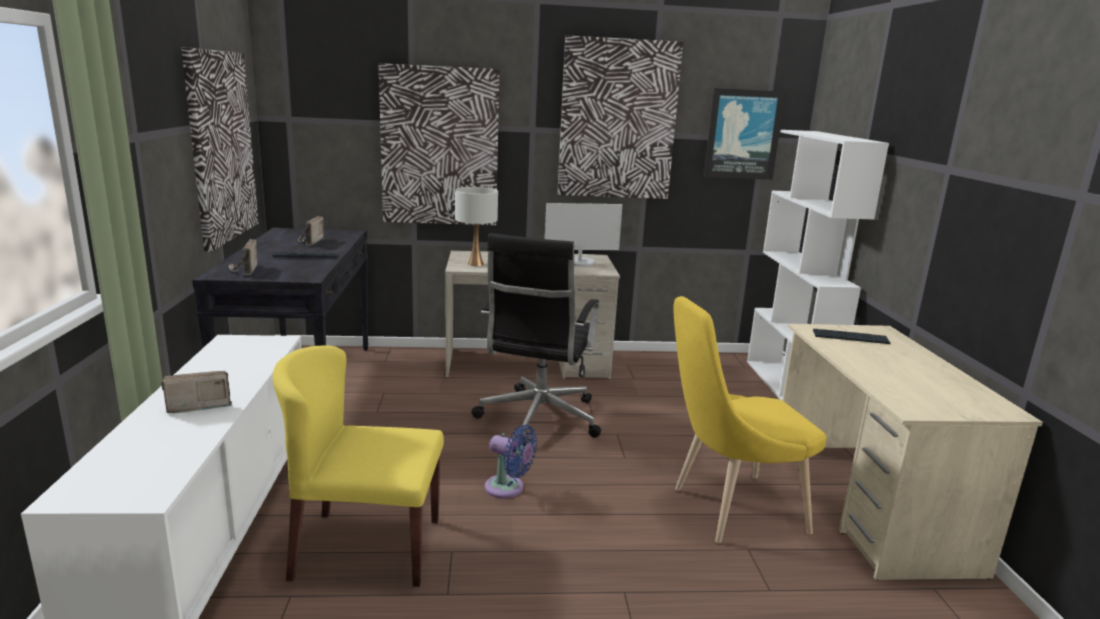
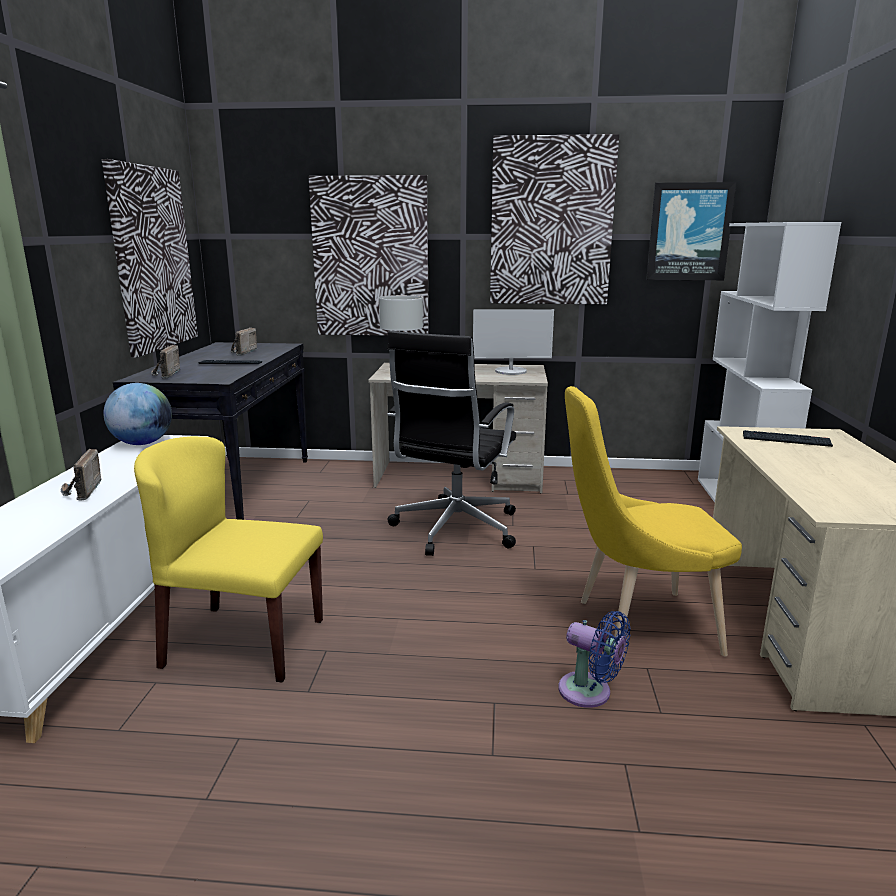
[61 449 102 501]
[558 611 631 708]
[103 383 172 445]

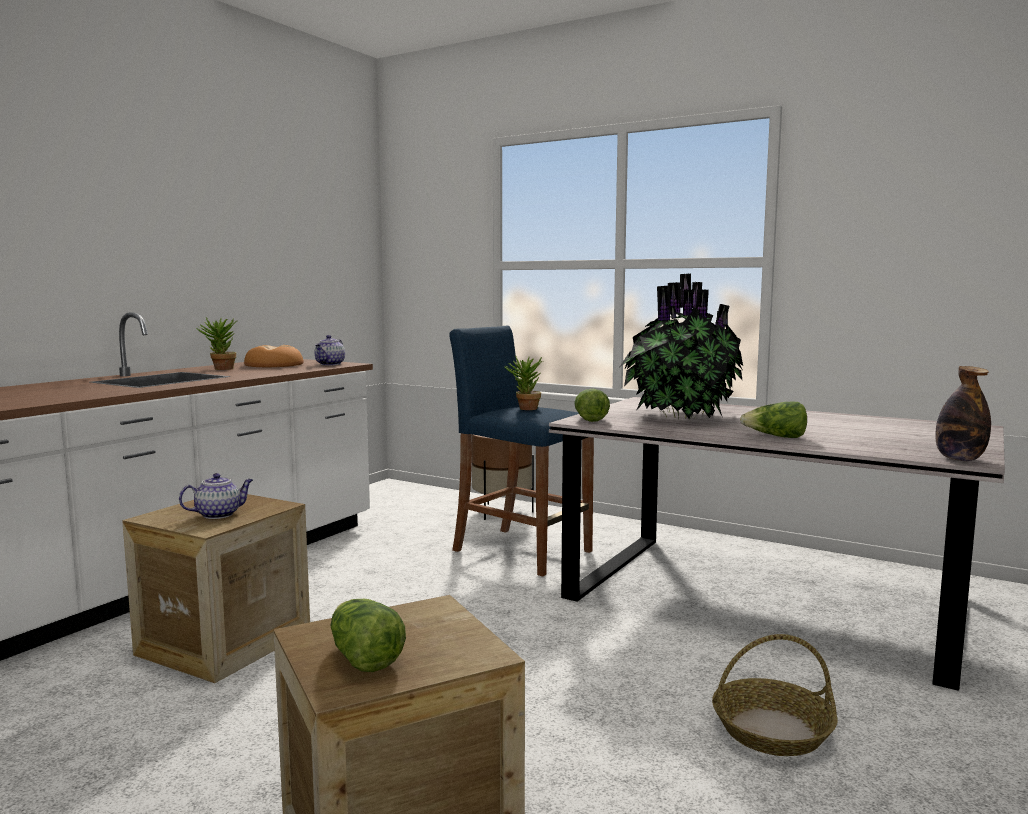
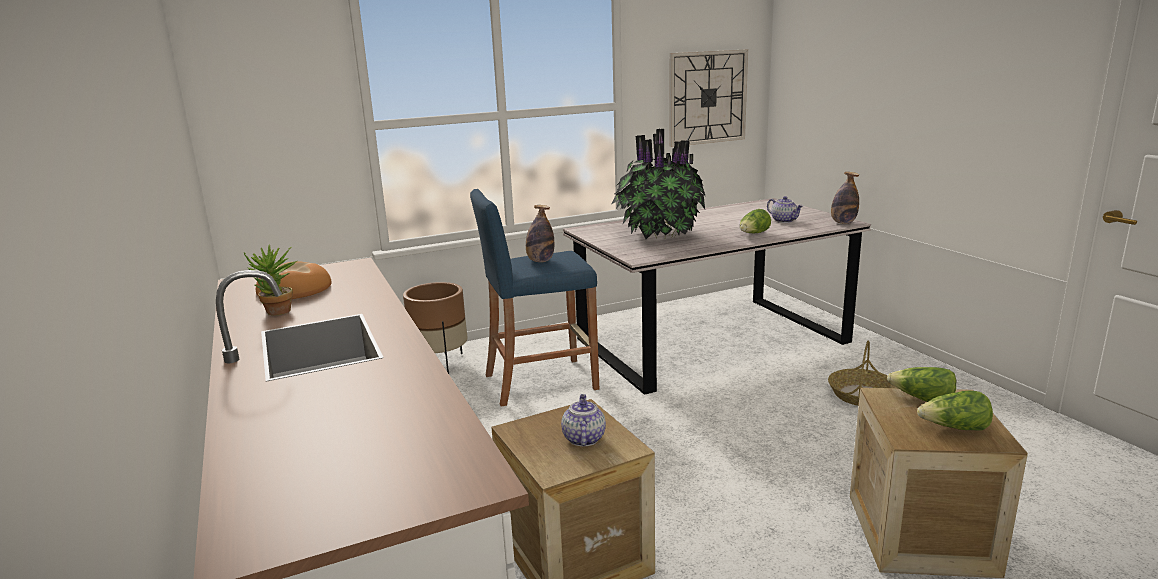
[767 196 803 223]
[526 205 554 262]
[887 367 956 402]
[669 49 748 147]

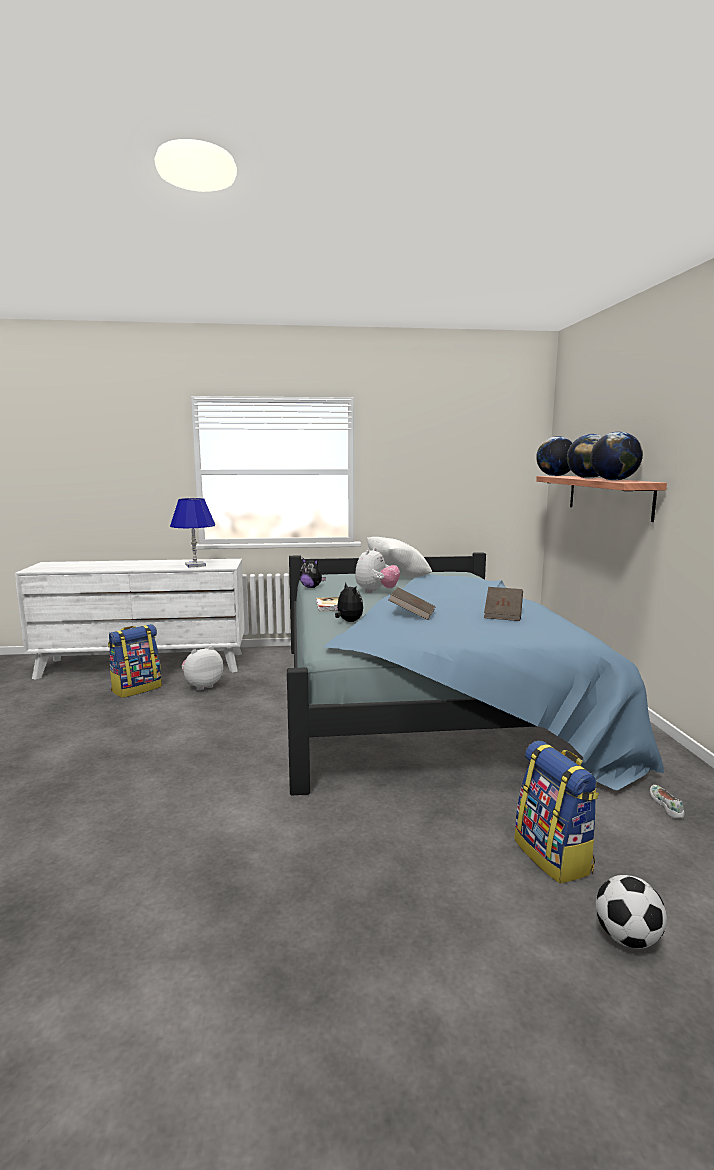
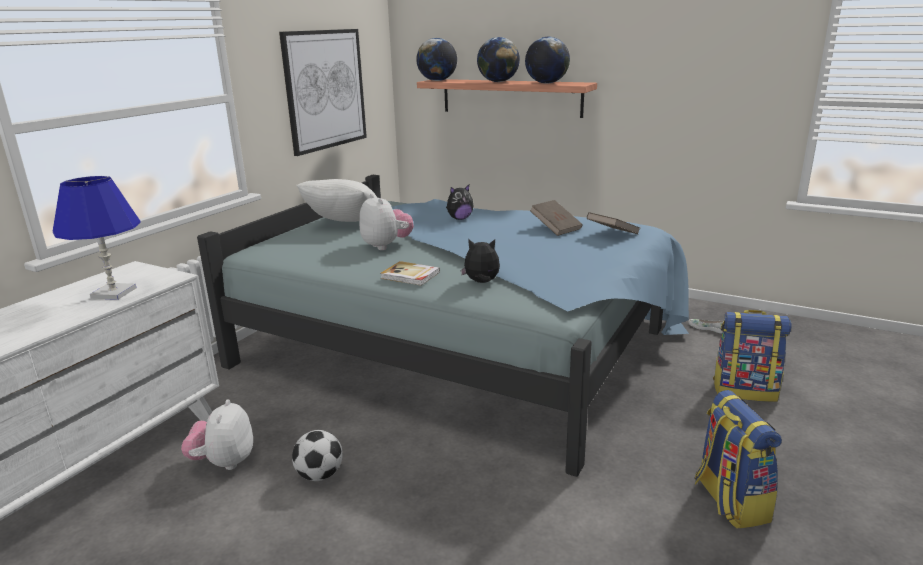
[695 390 782 529]
[446 185 474 220]
[587 212 640 235]
[292 430 342 481]
[279 29 367 156]

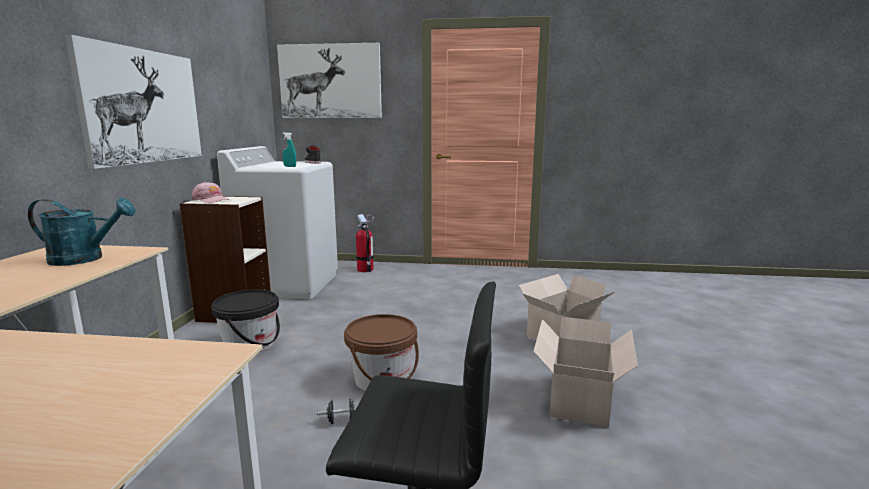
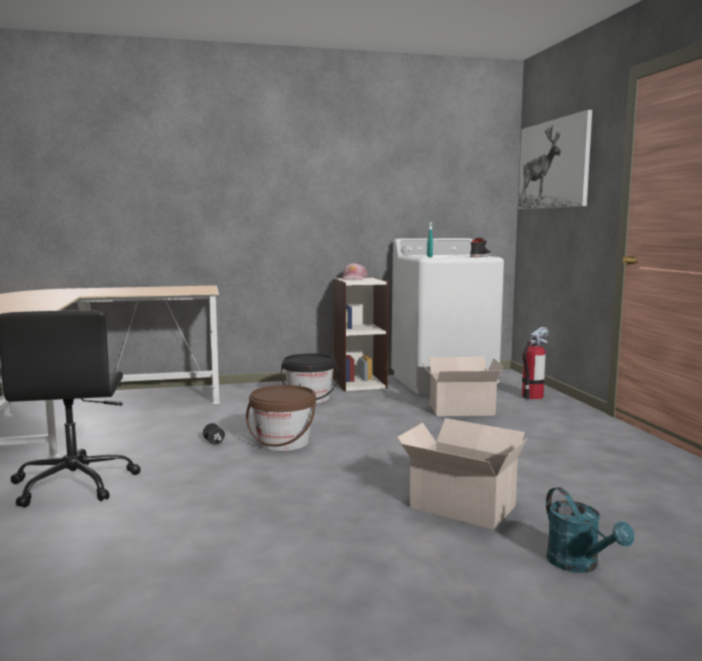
[546 487 634 573]
[65 35 202 169] (first image)
[421 357 504 416]

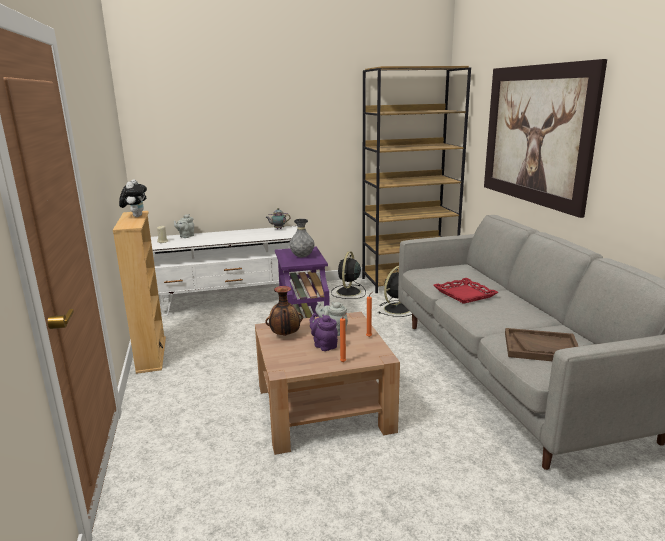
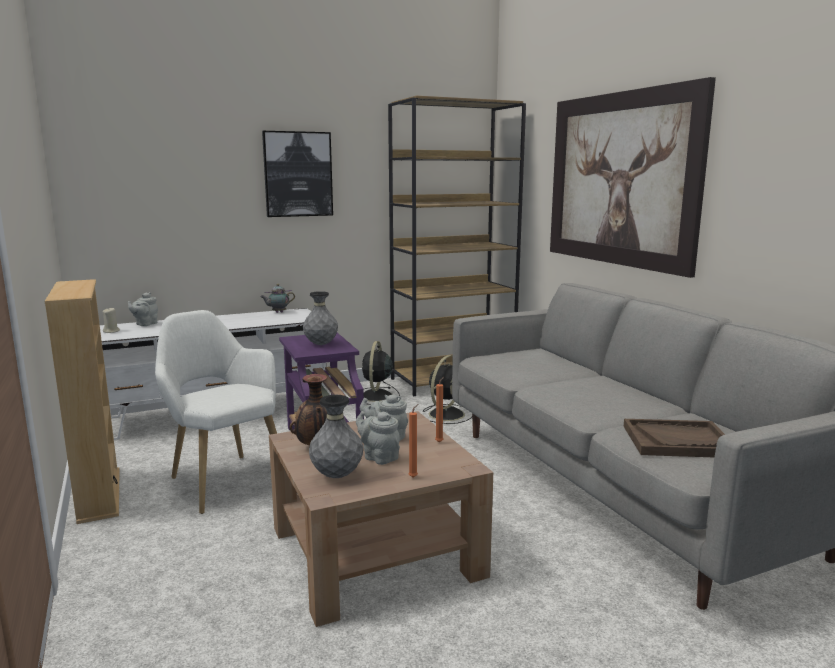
[119 180 147 217] (first image)
[356 411 400 465]
[433 278 499 304] (first image)
[155 310 277 514]
[262 131 333 217]
[309 395 363 478]

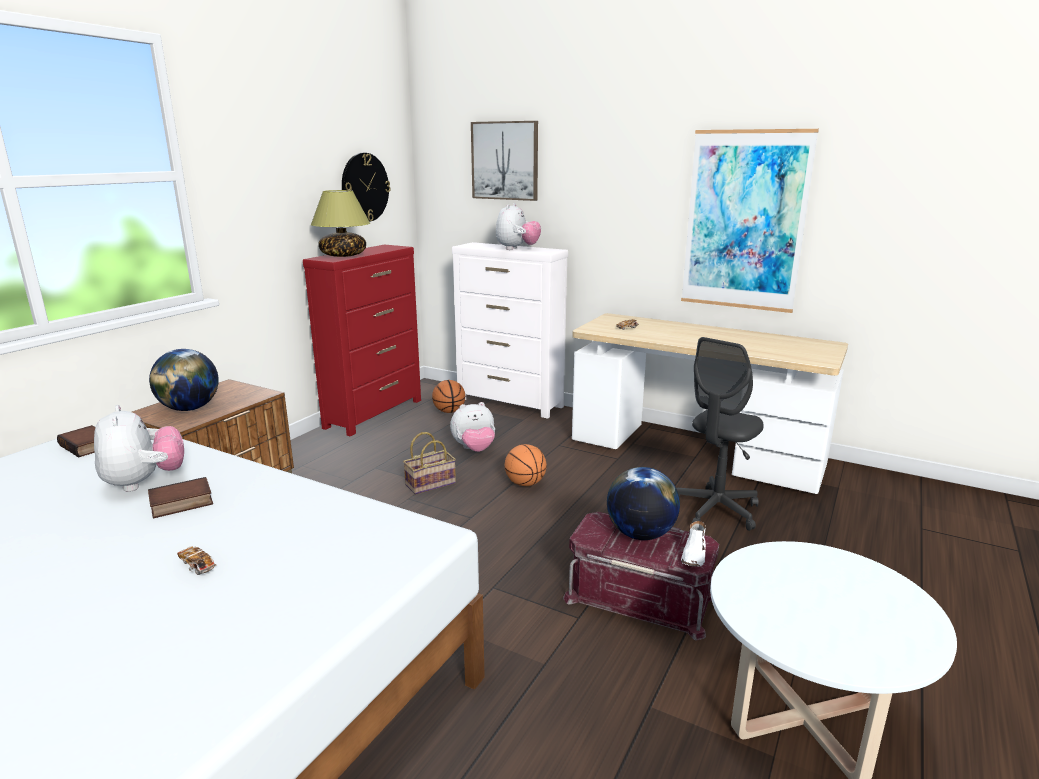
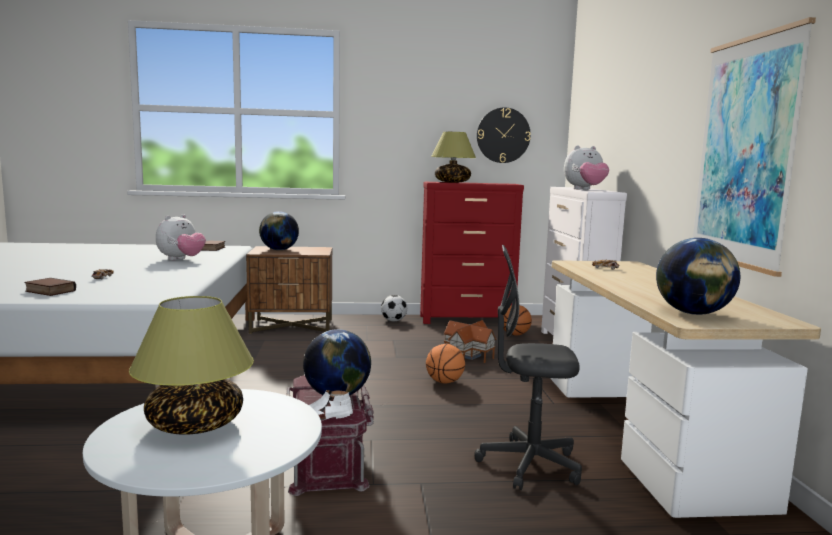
[24 278 76 296]
[403 432 456 495] (first image)
[443 320 497 363]
[471 121 538 201] (first image)
[129 296 254 435]
[381 295 407 321]
[656 238 740 315]

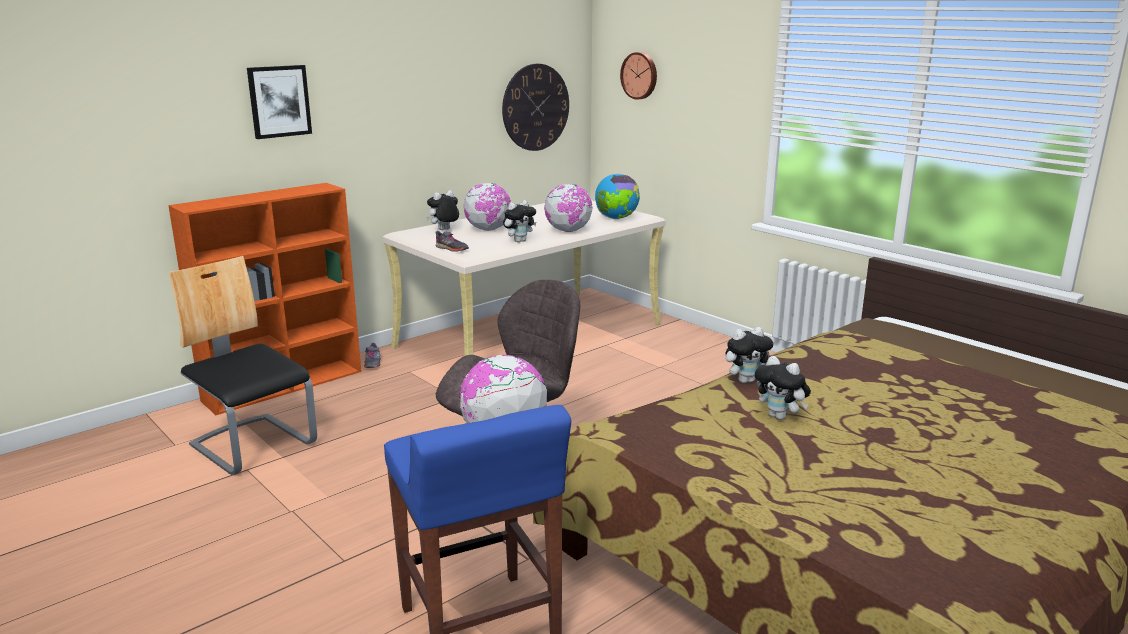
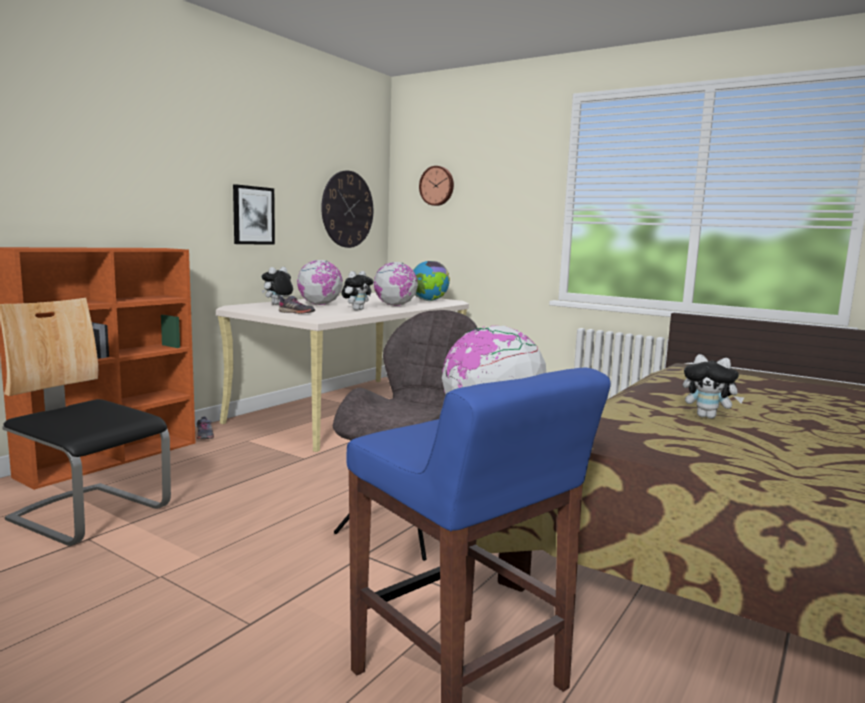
[233 184 275 245]
[726 327 773 383] (first image)

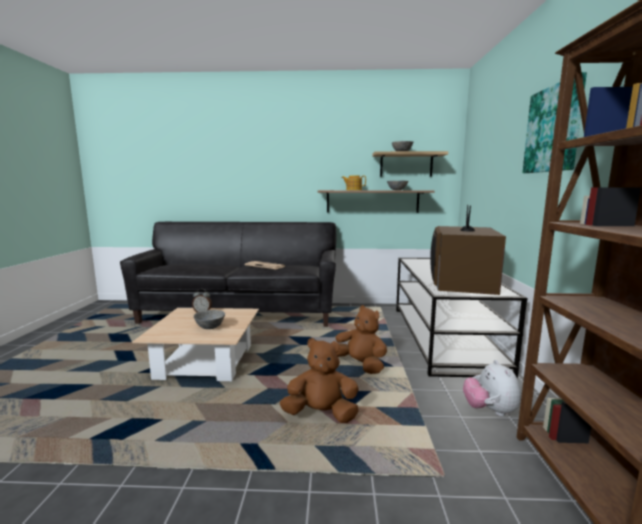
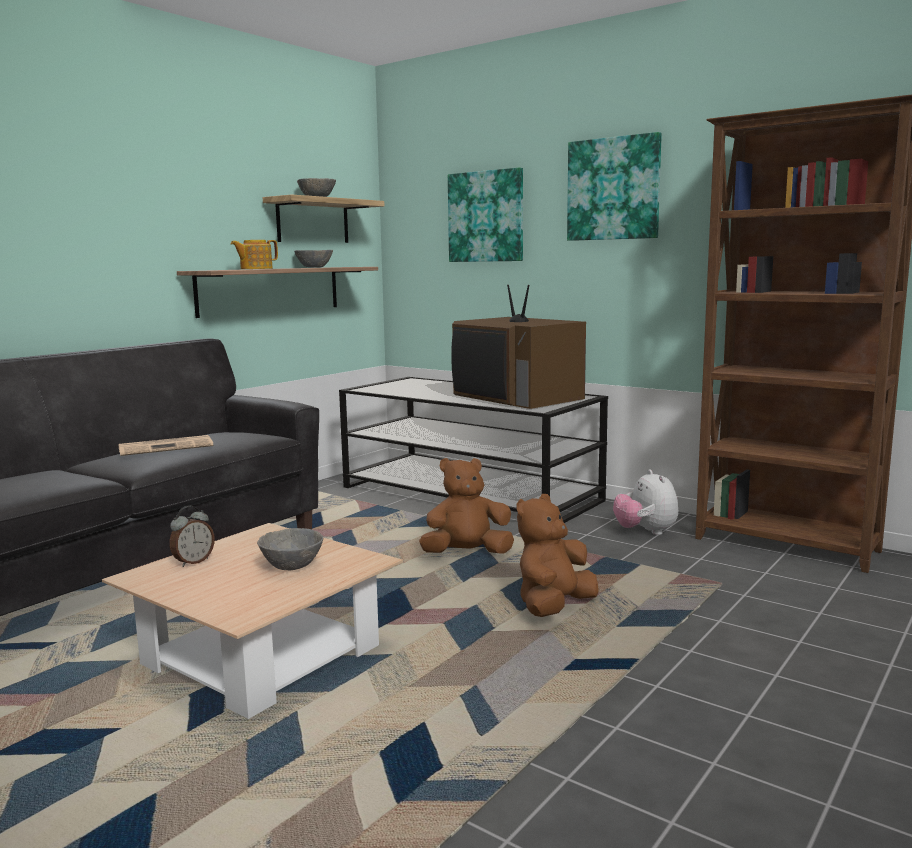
[613 469 678 535]
[448 168 523 262]

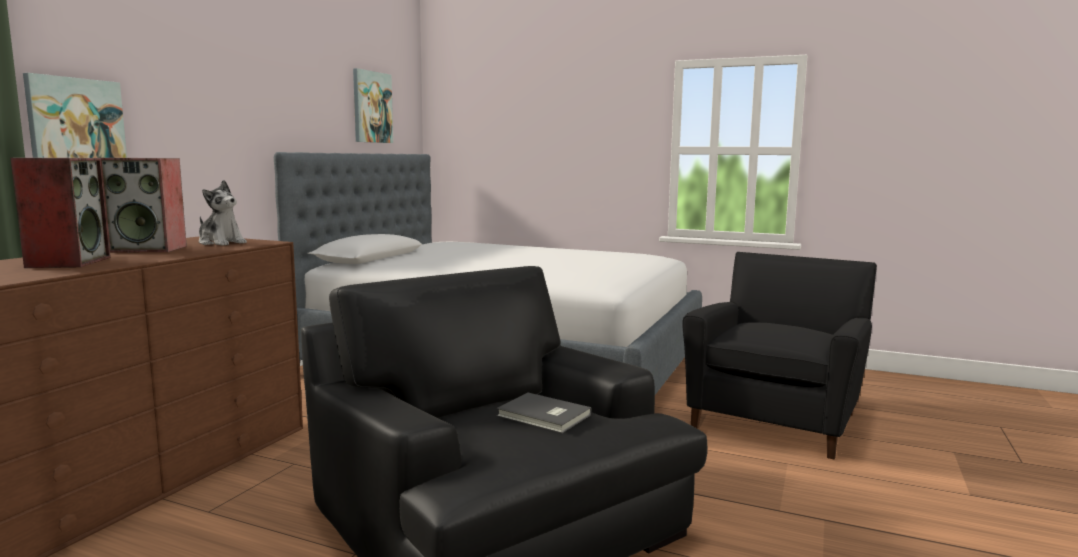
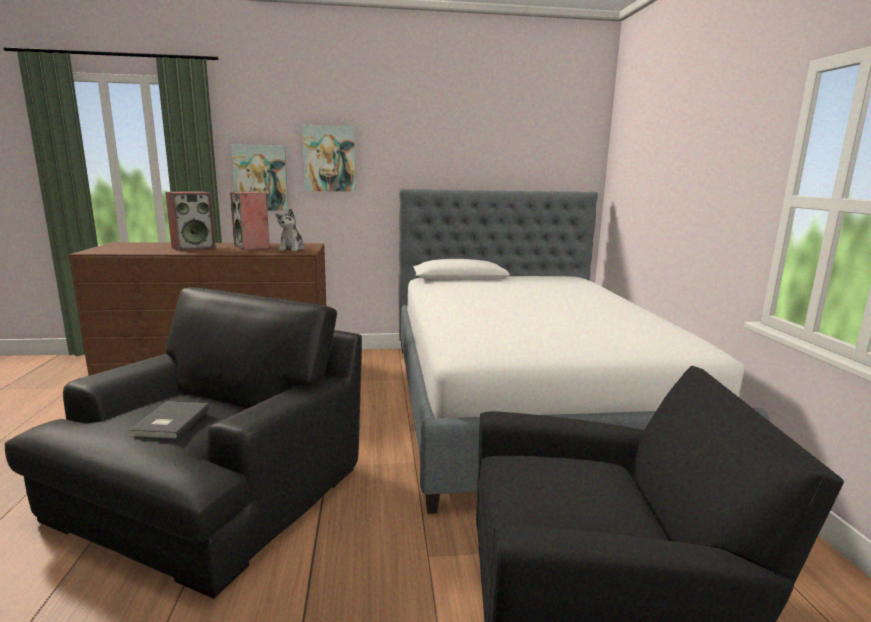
[302 125 356 192]

